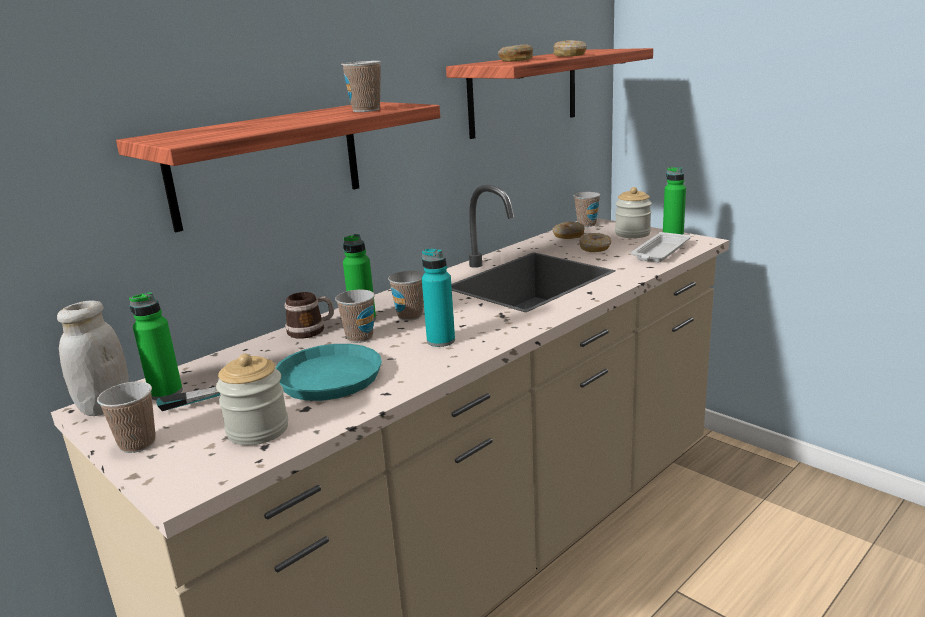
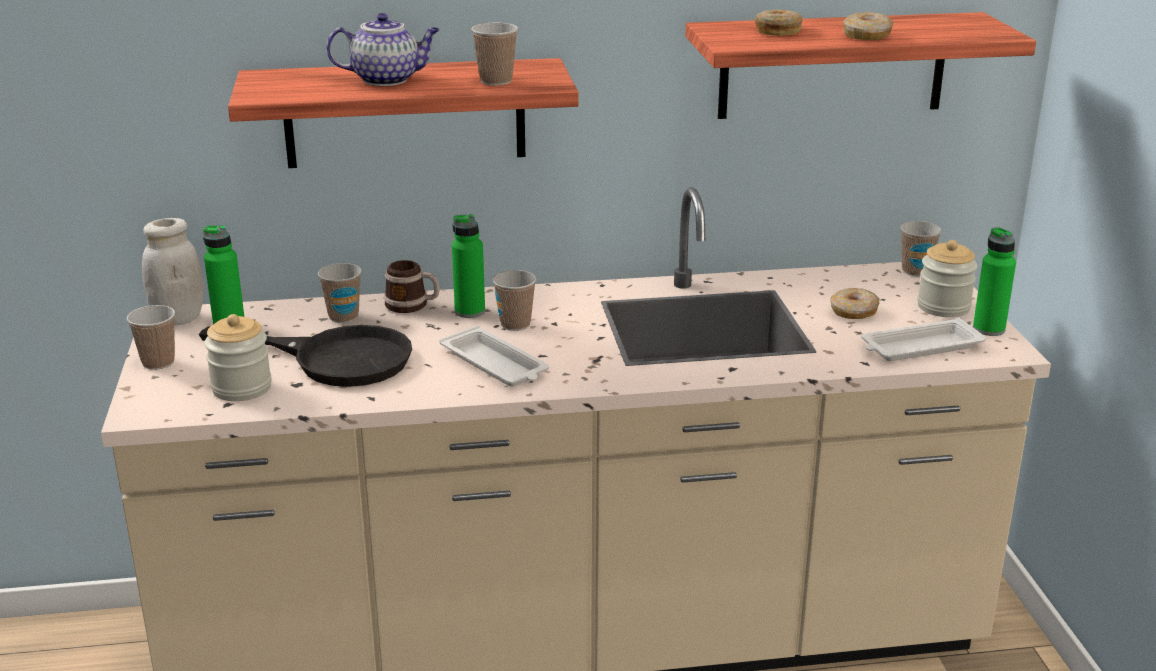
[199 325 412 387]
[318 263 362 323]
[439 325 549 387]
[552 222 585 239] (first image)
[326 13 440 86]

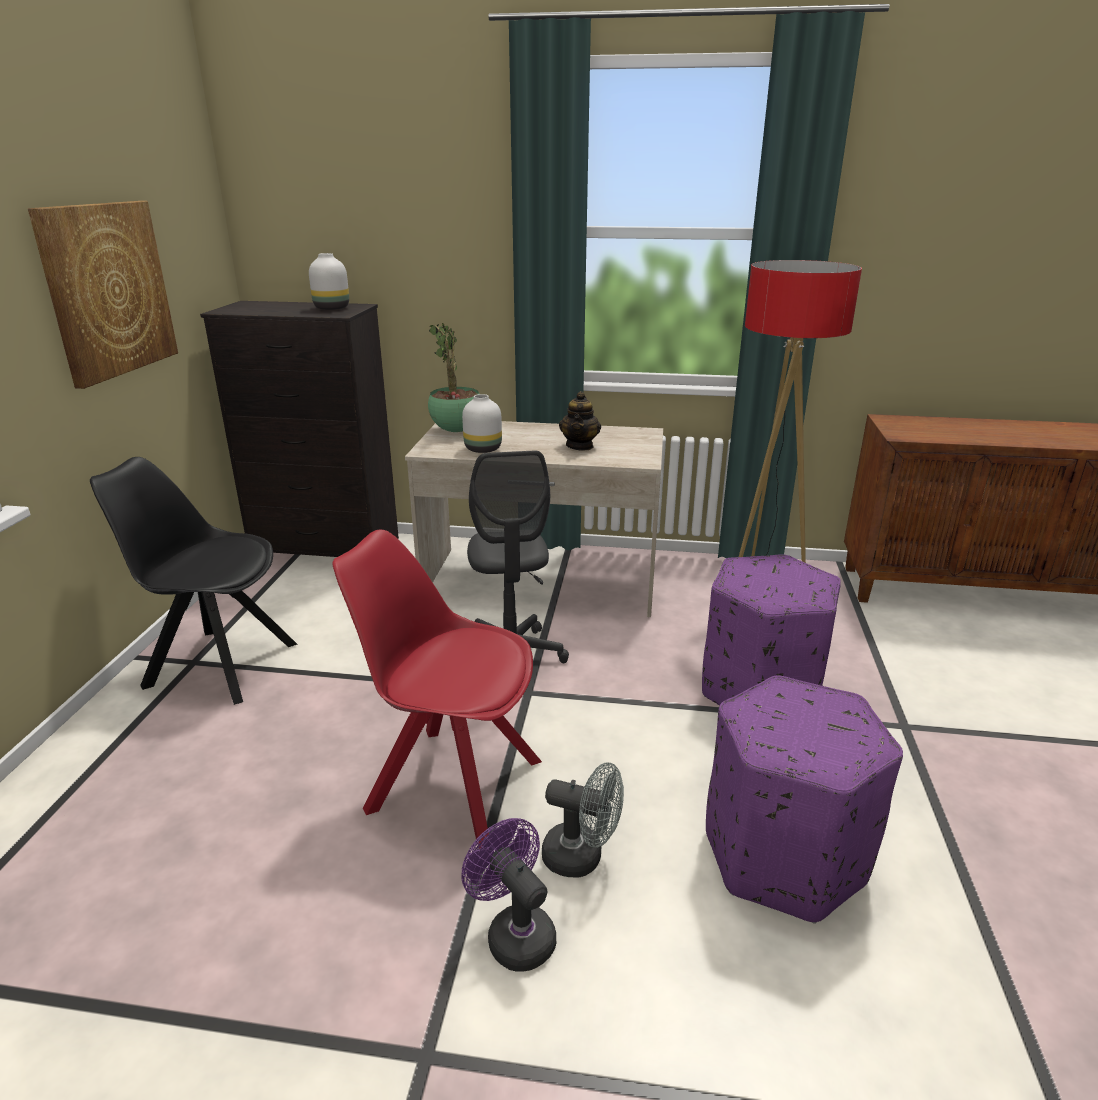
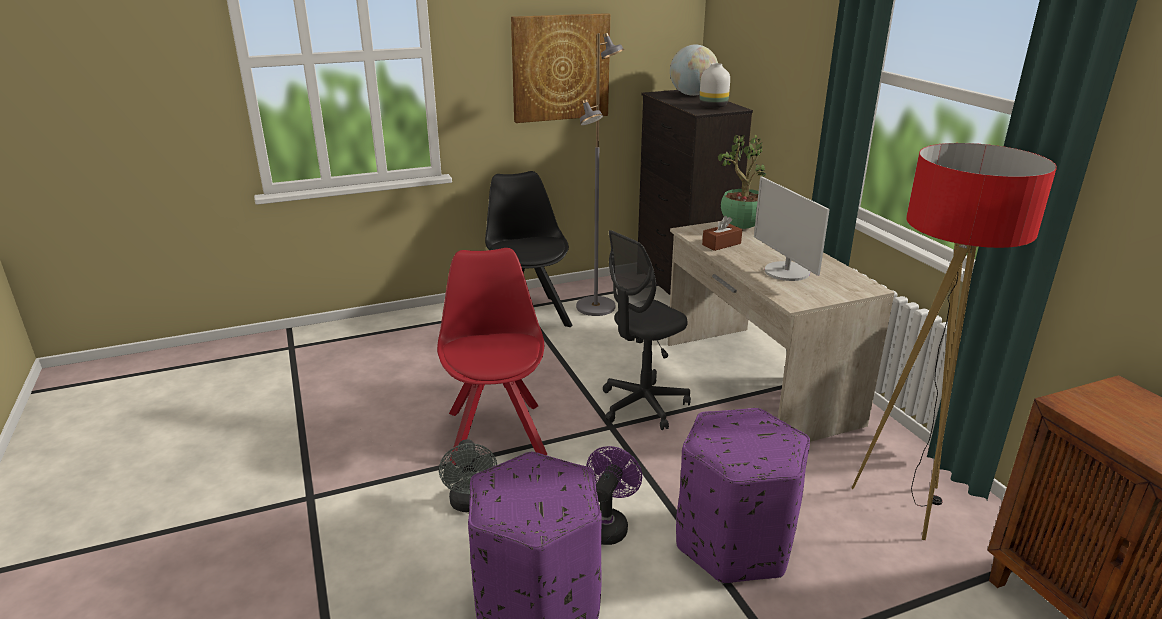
[587 446 642 545]
[702 216 743 251]
[754 177 830 281]
[576 33 624 316]
[670 45 718 96]

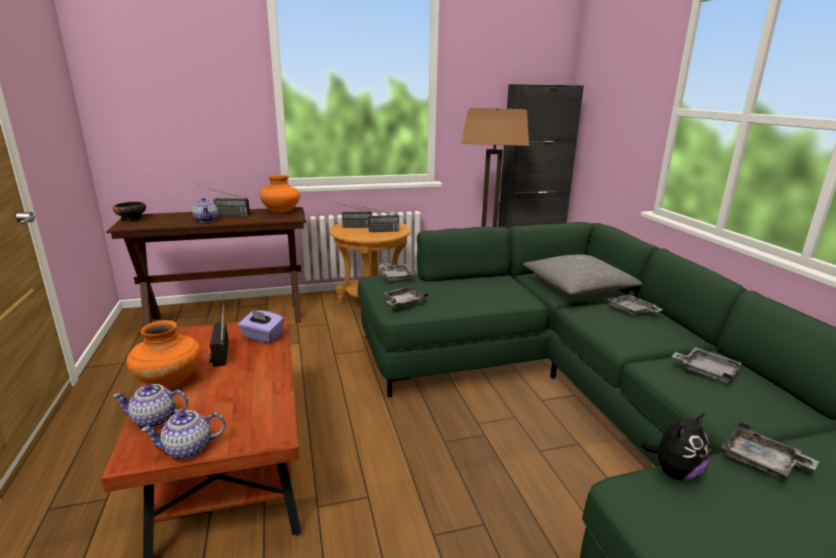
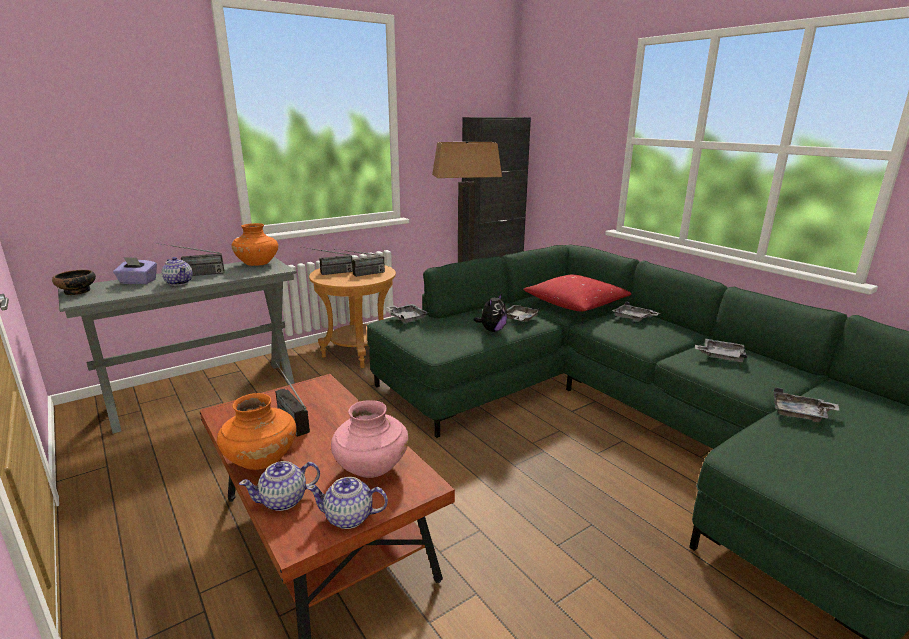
[58 257 297 434]
[307 477 388 529]
[113 257 157 284]
[507 305 540 322]
[523 274 631 312]
[473 293 507 332]
[331 400 409 478]

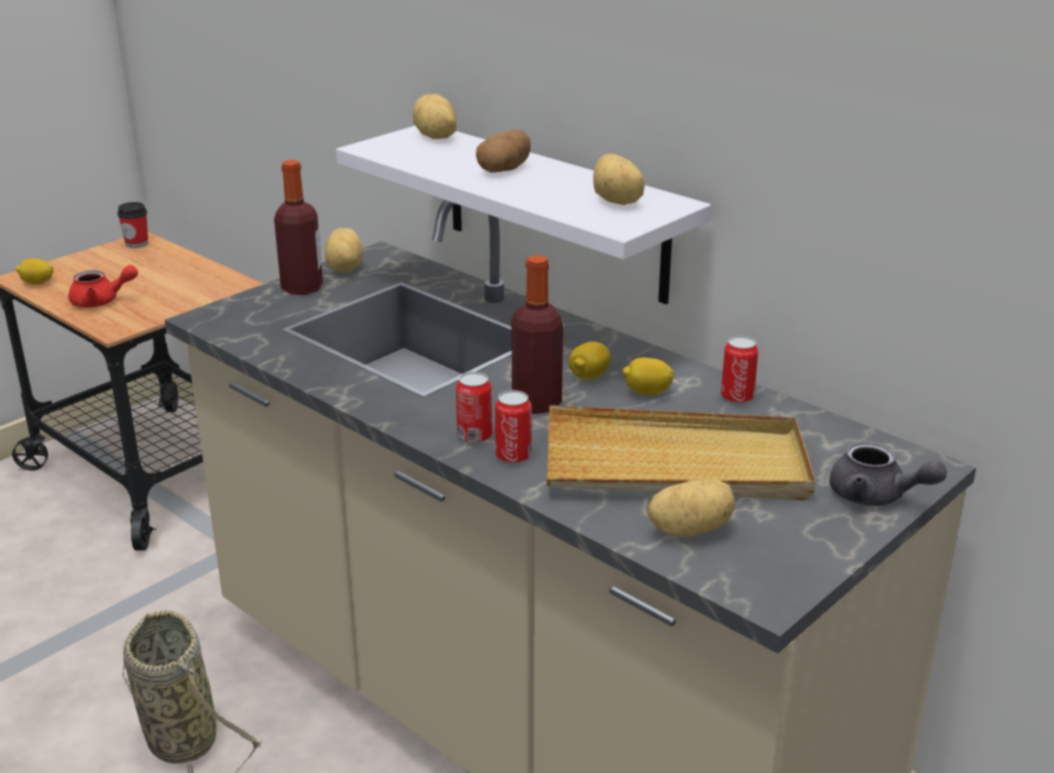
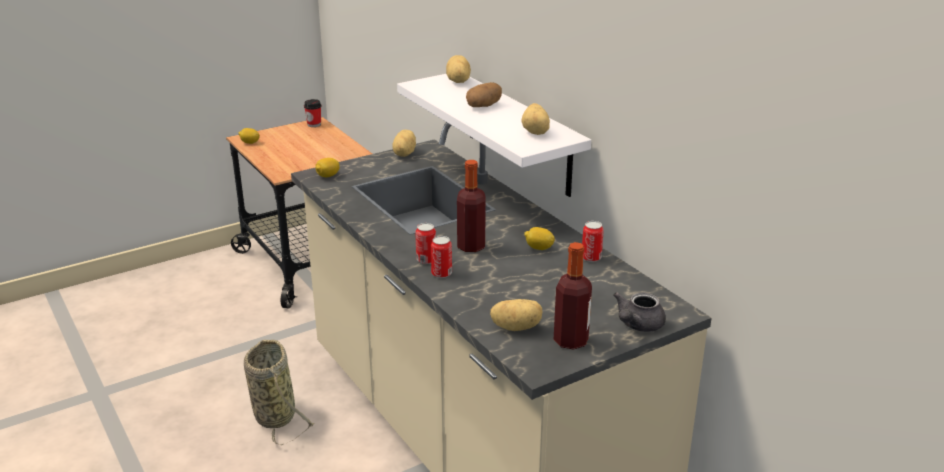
[68 265 138 307] (first image)
[554 242 592 350]
[547 405 815 500] (first image)
[315 158 340 177]
[613 292 666 332]

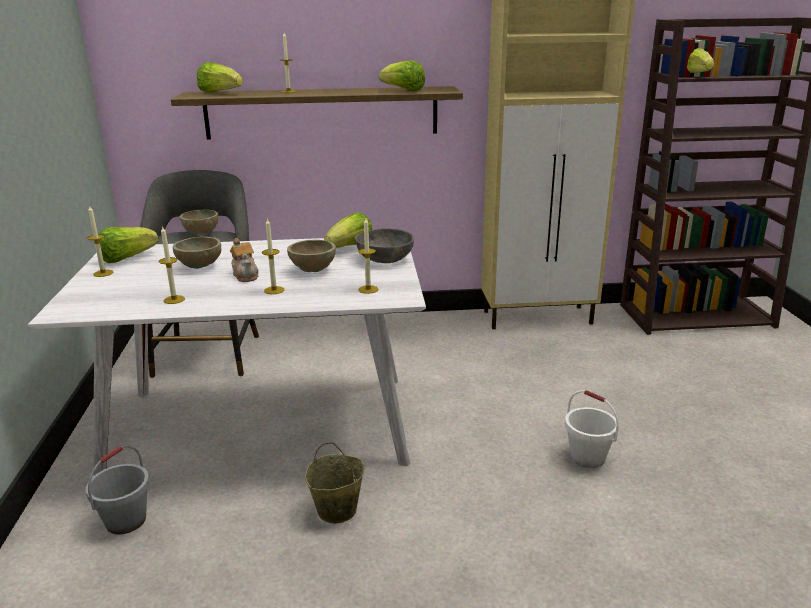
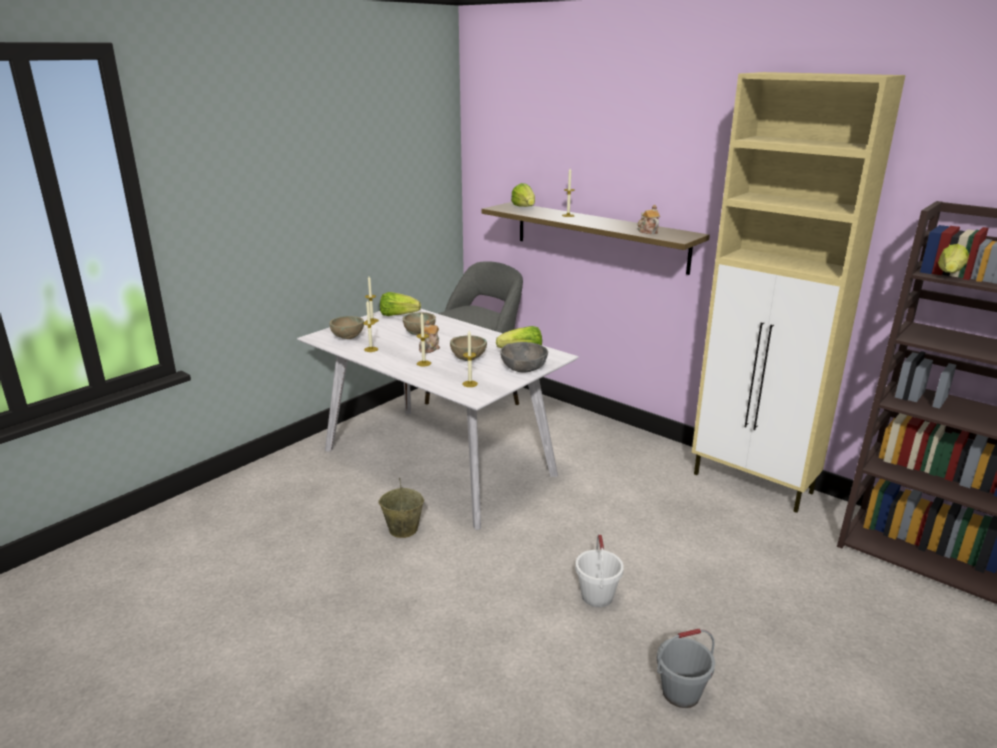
[657 629 715 708]
[330 316 364 339]
[637 205 660 234]

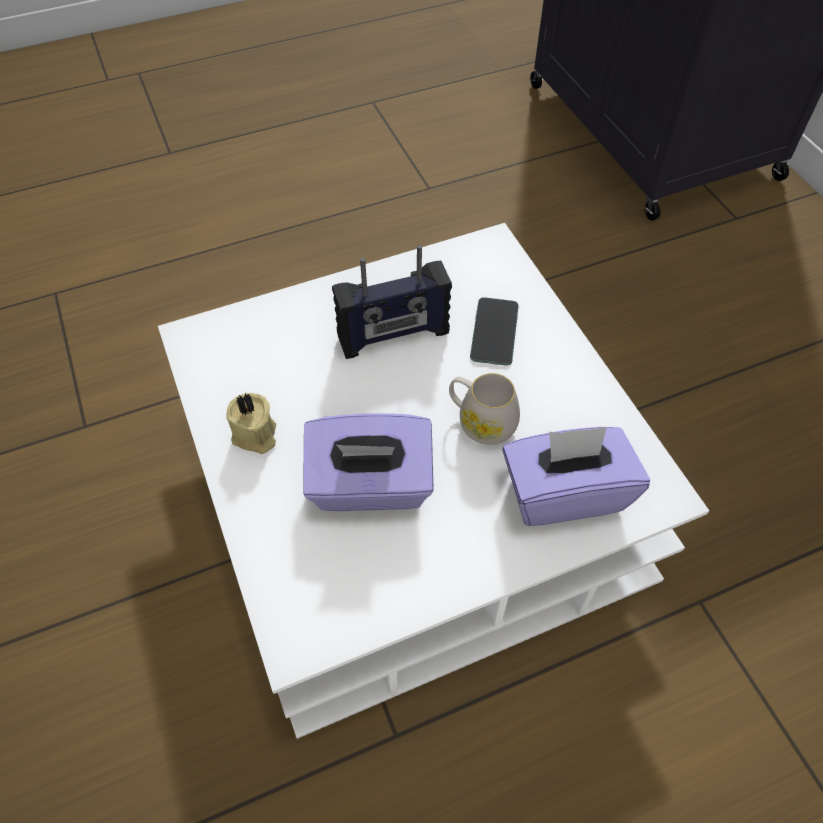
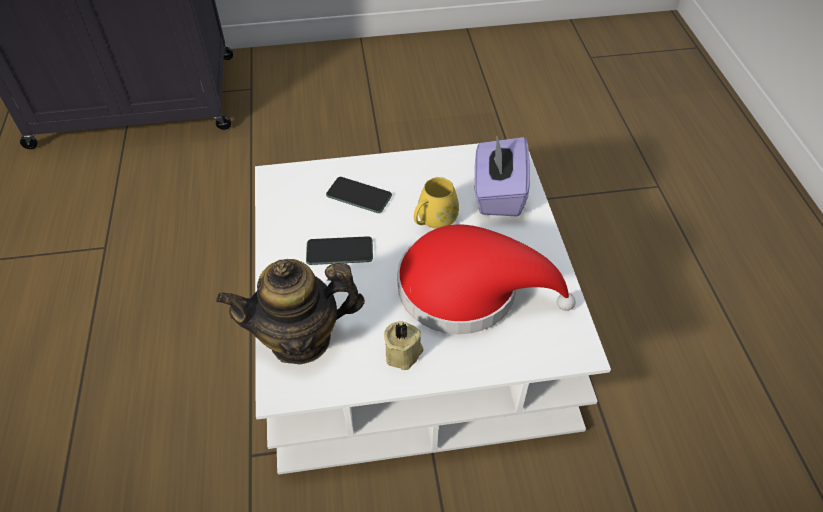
[397 224 576 334]
[306 236 373 265]
[414 177 459 229]
[216 259 365 365]

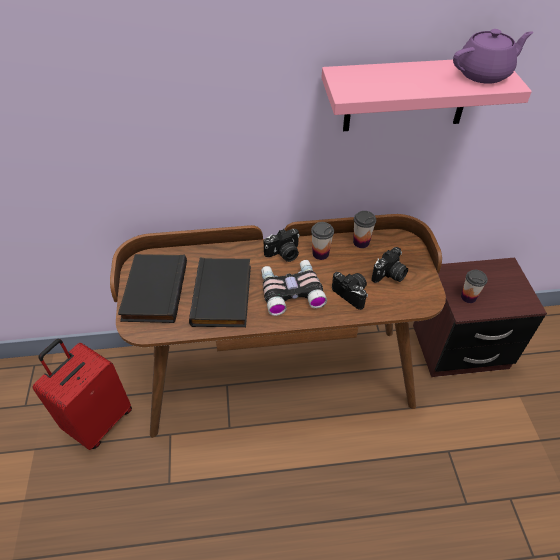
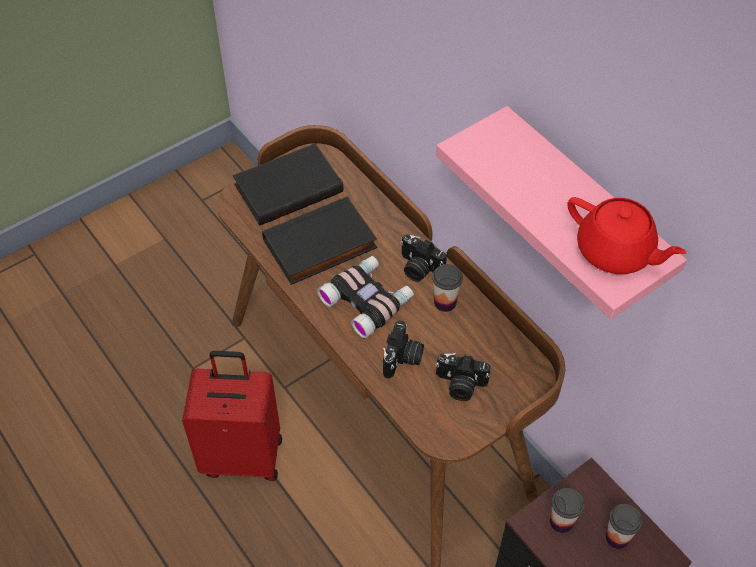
[182 351 282 481]
[606 504 642 549]
[567 197 686 274]

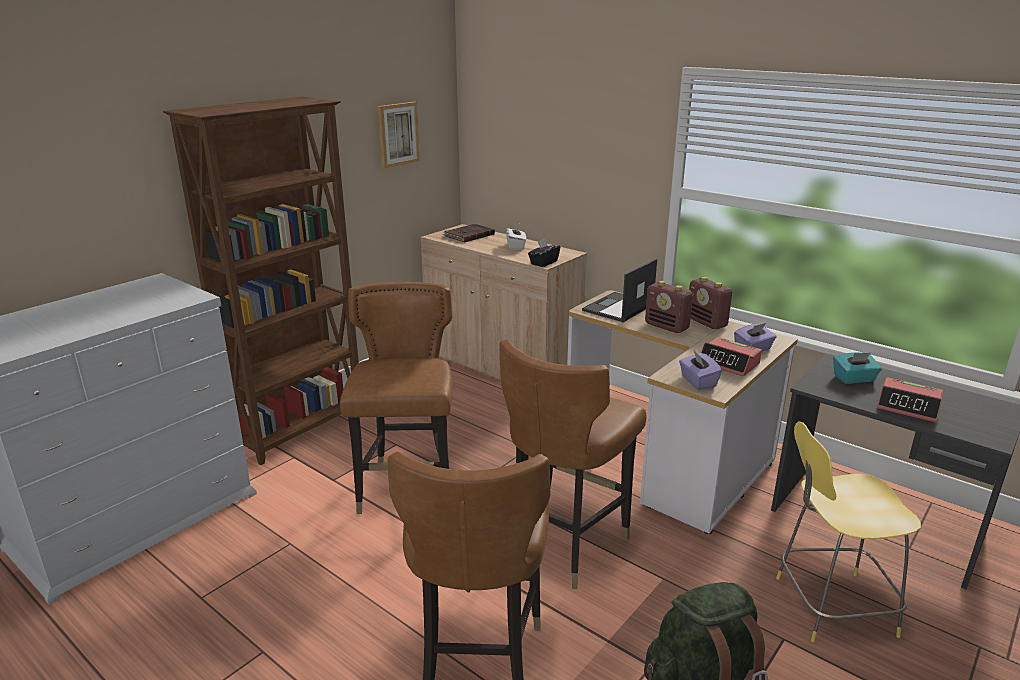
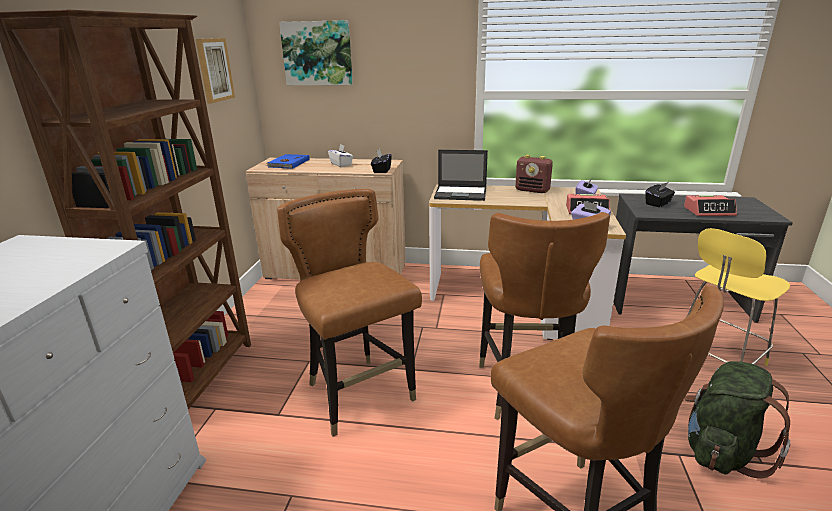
[266 154 310 169]
[434 150 488 201]
[645 281 693 333] (first image)
[645 182 675 207]
[279 20 353 85]

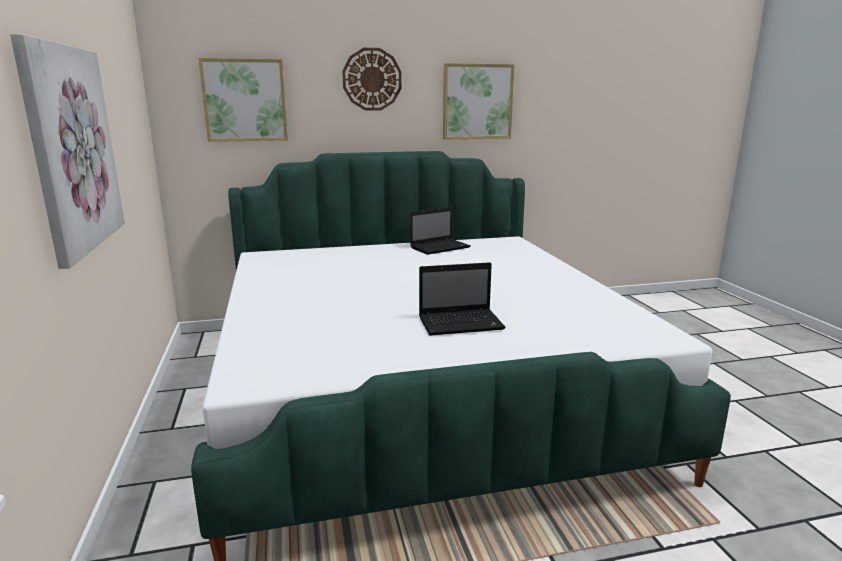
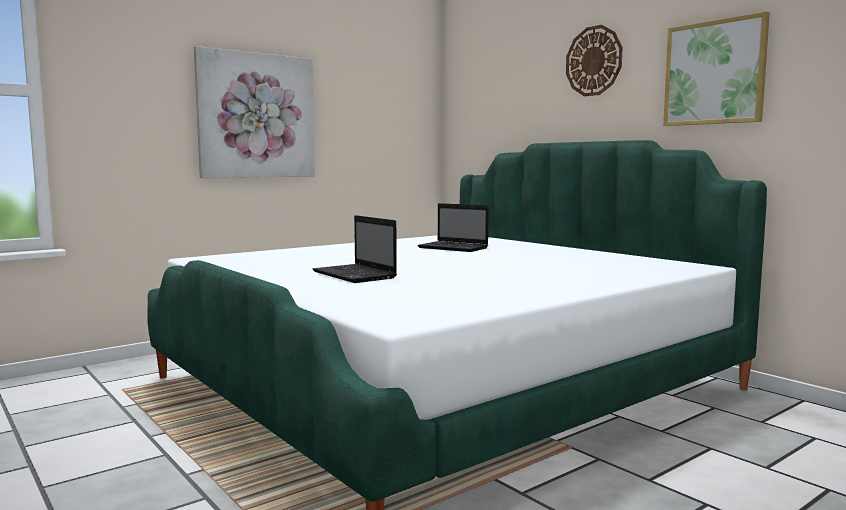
[199 58 288 142] (first image)
[418 203 489 252]

